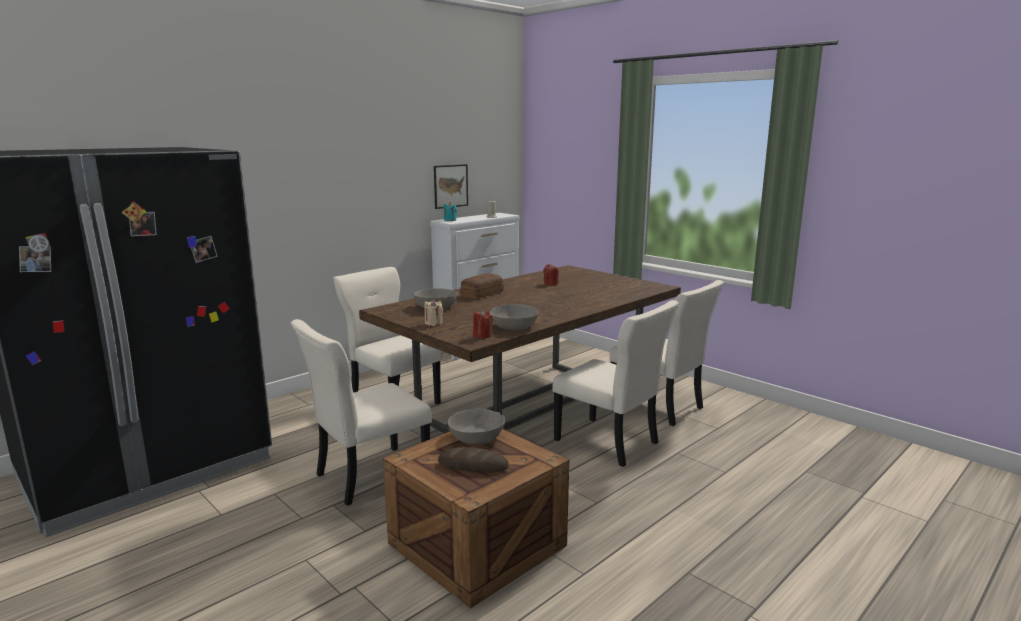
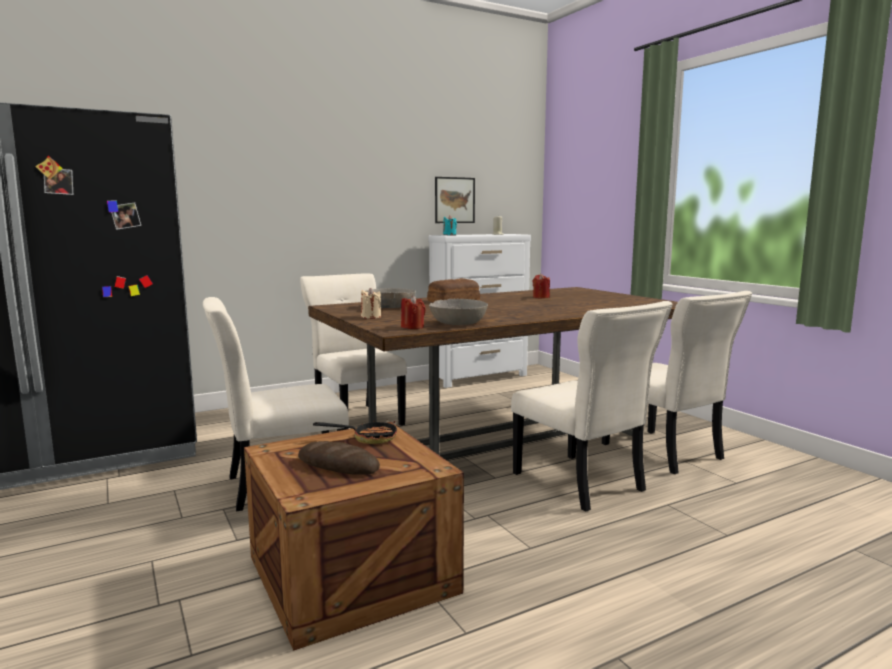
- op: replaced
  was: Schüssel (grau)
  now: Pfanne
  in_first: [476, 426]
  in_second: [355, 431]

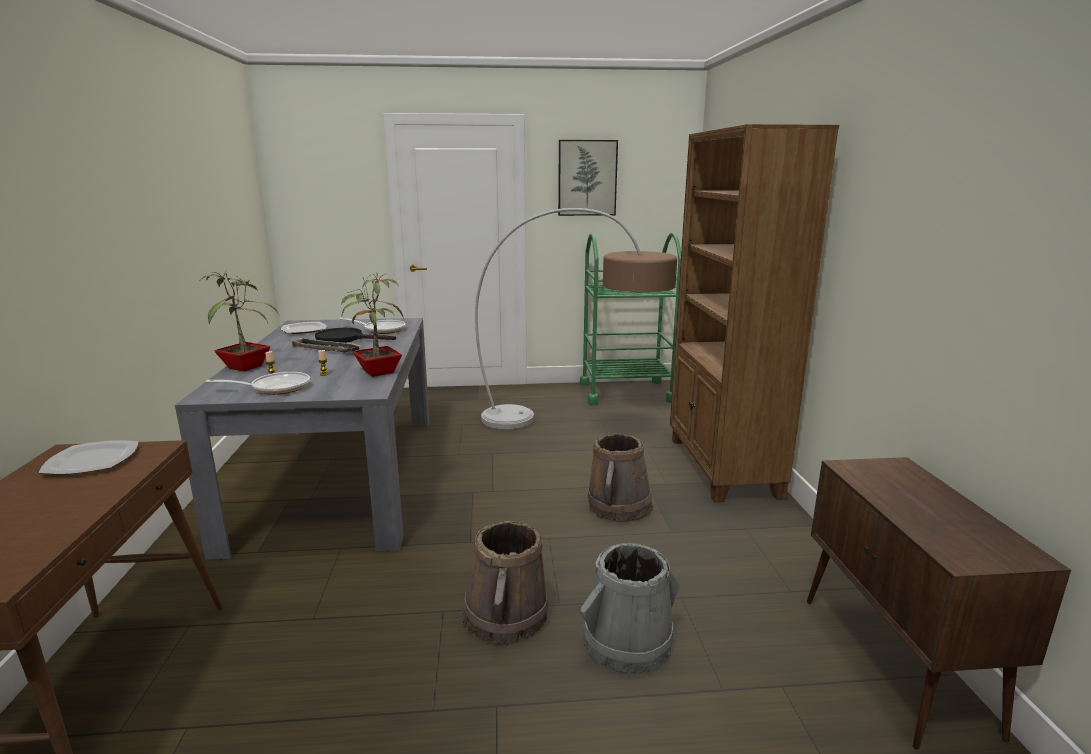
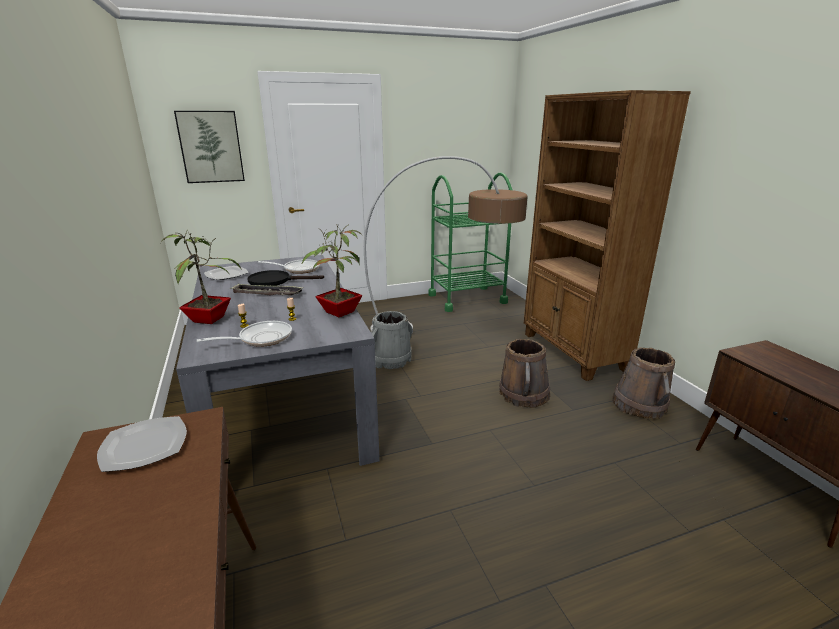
- op: moved
  was: Eimer (braun)
  in_first: [505, 583]
  in_second: [643, 383]
- op: moved
  was: Bild
  in_first: [588, 178]
  in_second: [209, 147]
- op: moved
  was: Eimer (grau)
  in_first: [629, 608]
  in_second: [392, 340]

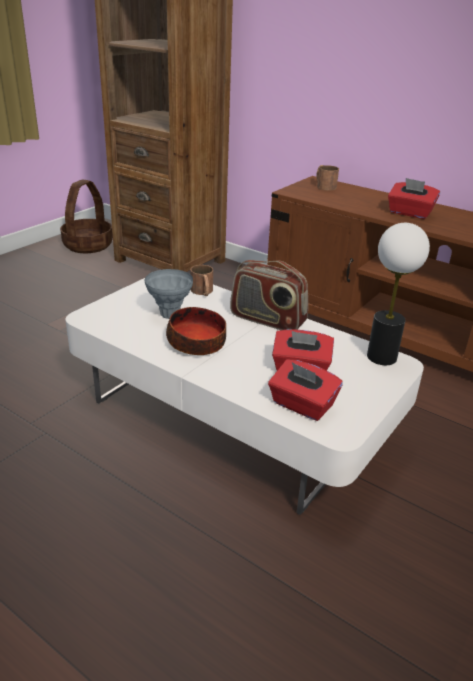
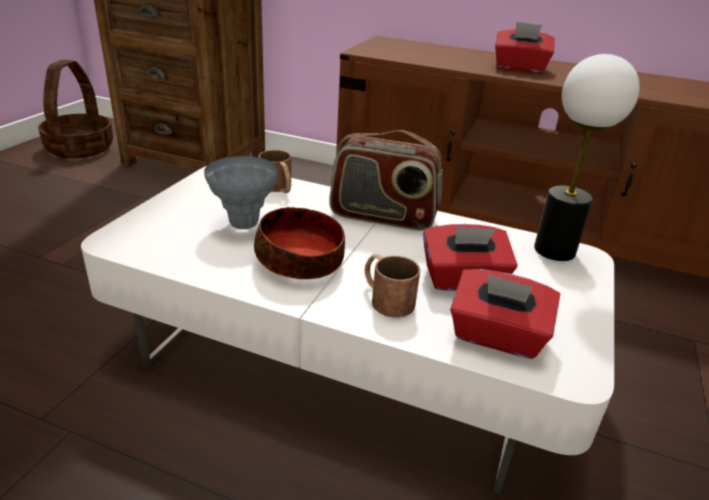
- op: moved
  was: Henkelbecher (braun)
  in_first: [327, 178]
  in_second: [392, 285]

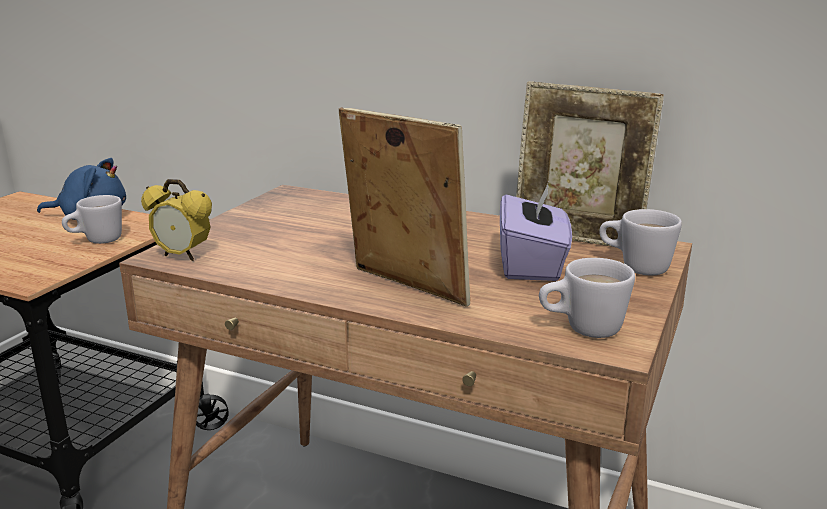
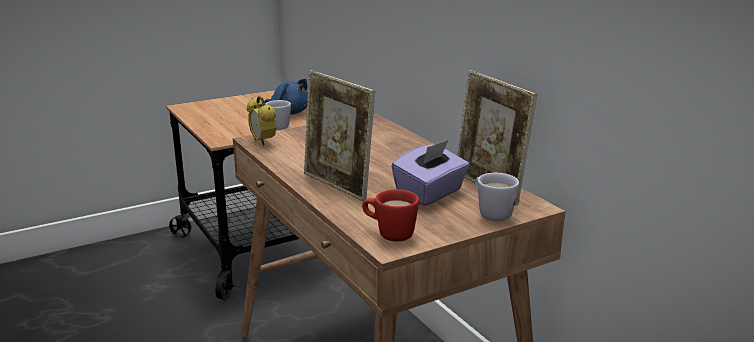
- op: recoloured
  was: Henkelbecher (weiß)
  now: Henkelbecher (rot)
  in_first: [587, 298]
  in_second: [390, 215]
- op: turned
  was: Bilderrahmen
  in_first: [404, 207]
  in_second: [339, 135]
  clockwise: 150

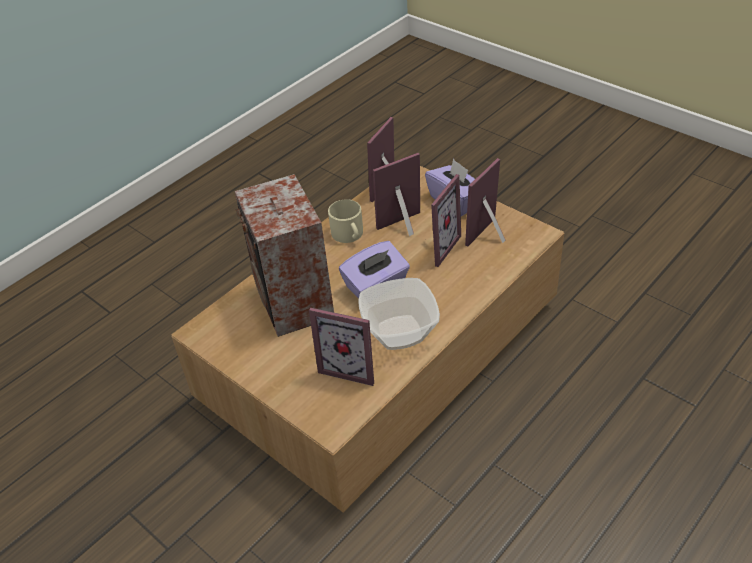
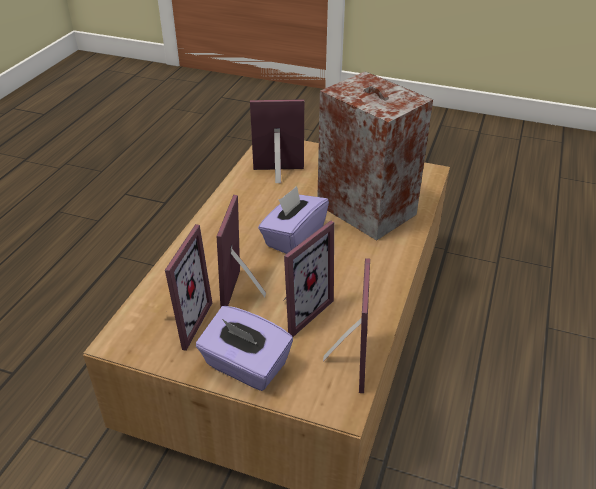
- op: removed
  was: Henkelbecher (beige)
  in_first: [345, 221]
- op: removed
  was: Schüssel
  in_first: [399, 314]

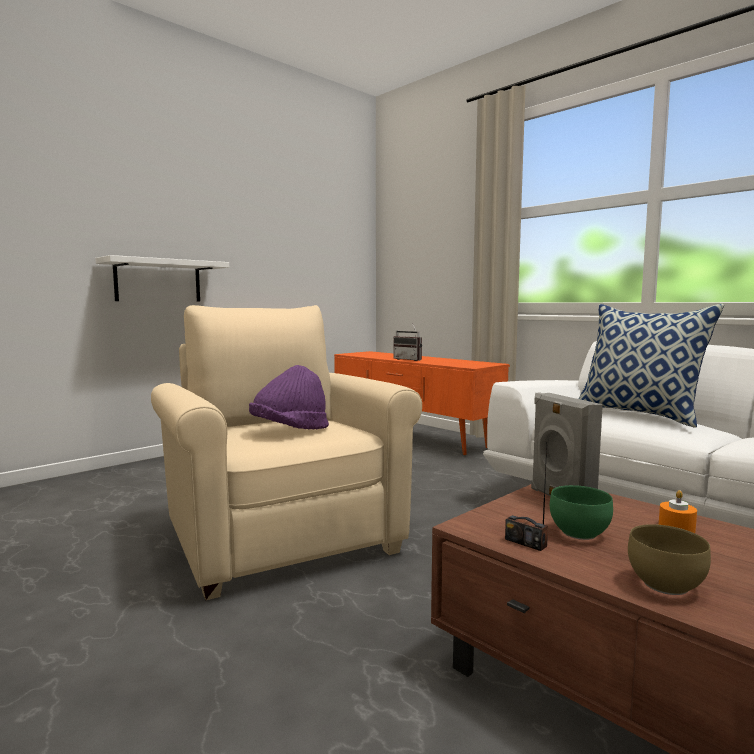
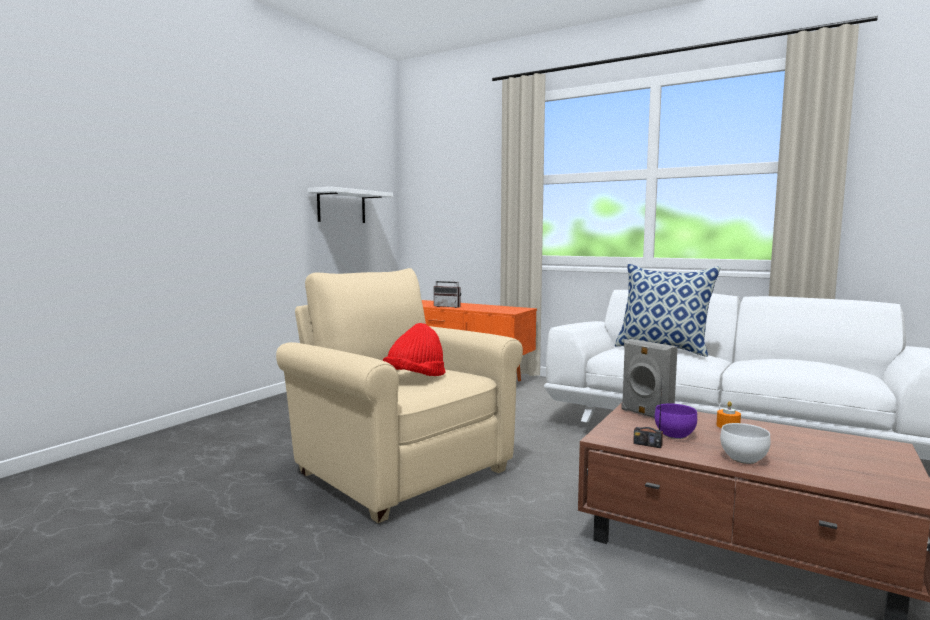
- op: moved
  was: Wandregal (weiß)
  in_first: [162, 278]
  in_second: [350, 205]
- op: recoloured
  was: Hut (lila)
  now: Hut (rot)
  in_first: [289, 397]
  in_second: [414, 349]
- op: recoloured
  was: Schüssel (grün)
  now: Schüssel (lila)
  in_first: [581, 512]
  in_second: [676, 421]
- op: recoloured
  was: Schüssel (braun)
  now: Schüssel (weiß)
  in_first: [669, 559]
  in_second: [745, 443]

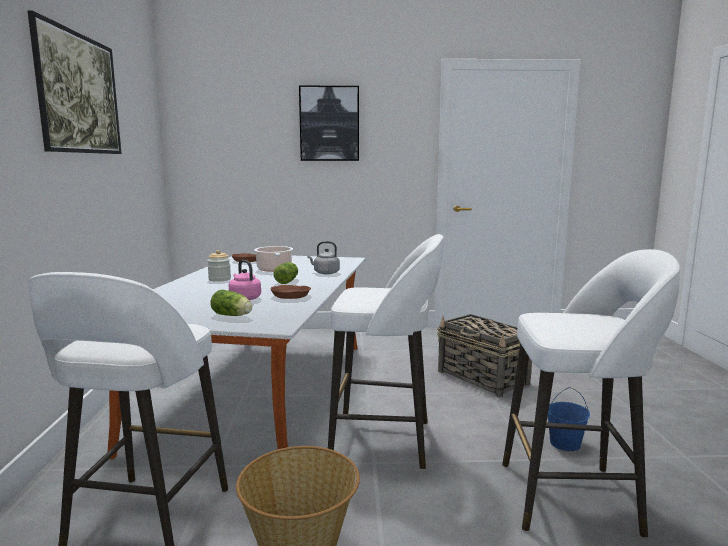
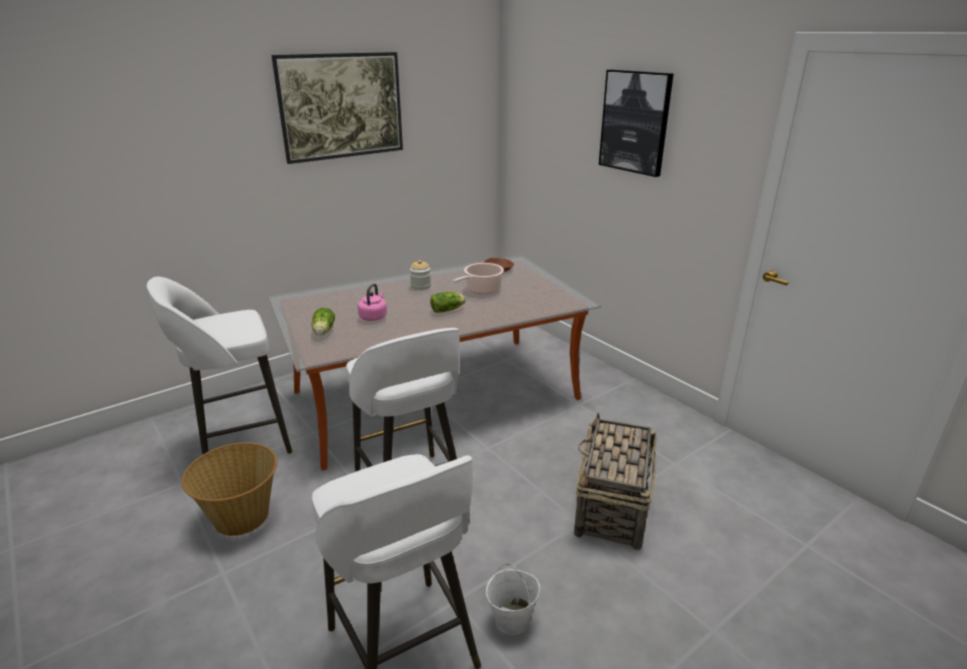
- op: removed
  was: Schüssel (braun)
  in_first: [291, 292]
- op: removed
  was: Wasserkessel (grau)
  in_first: [323, 258]
- op: recoloured
  was: Eimer (blau)
  now: Eimer (weiß)
  in_first: [569, 419]
  in_second: [513, 599]

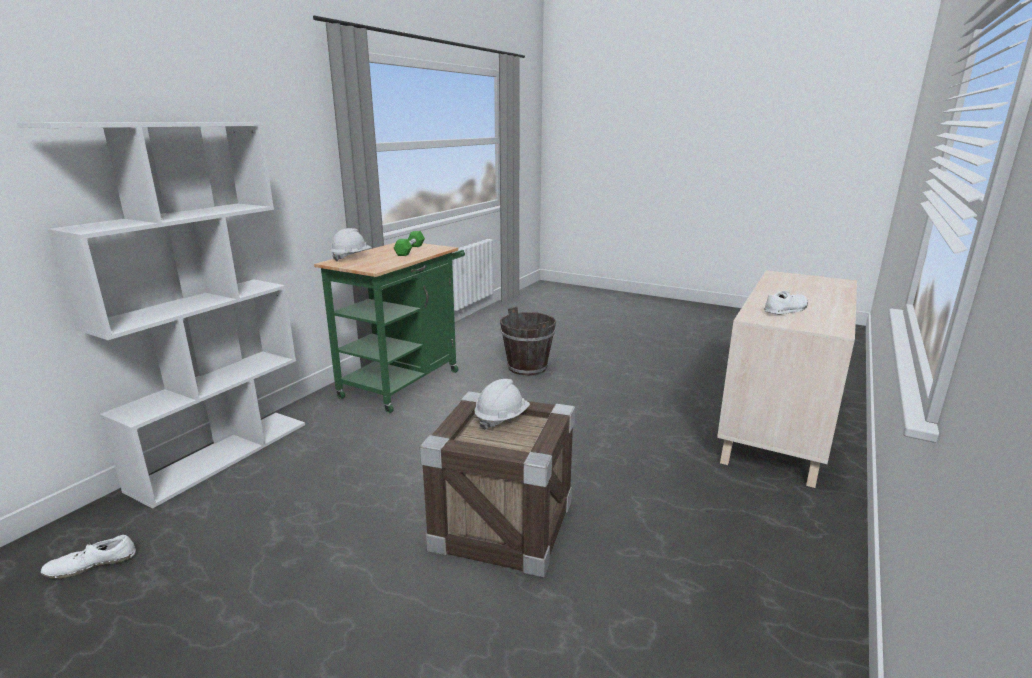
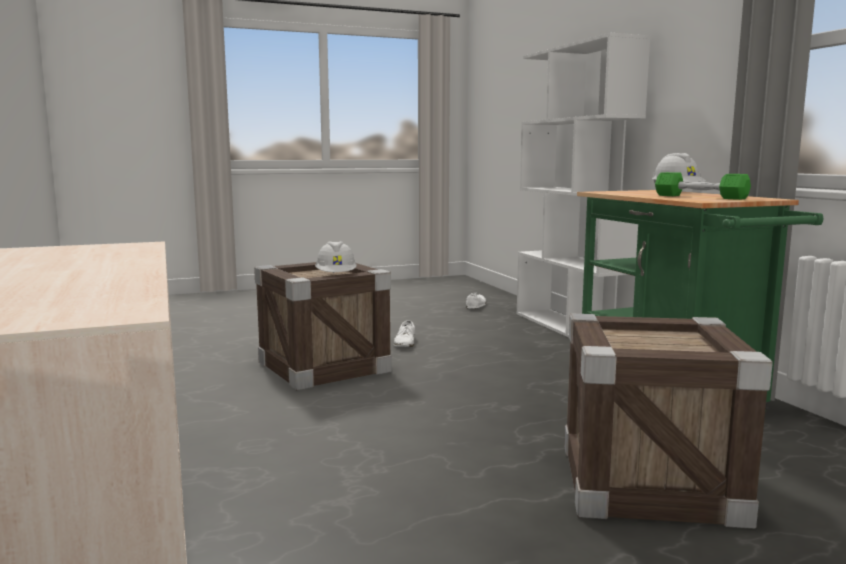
- op: moved
  was: Schuh (weiß)
  in_first: [786, 303]
  in_second: [404, 333]
- op: replaced
  was: Eimer (braun)
  now: Kiste
  in_first: [528, 341]
  in_second: [668, 421]

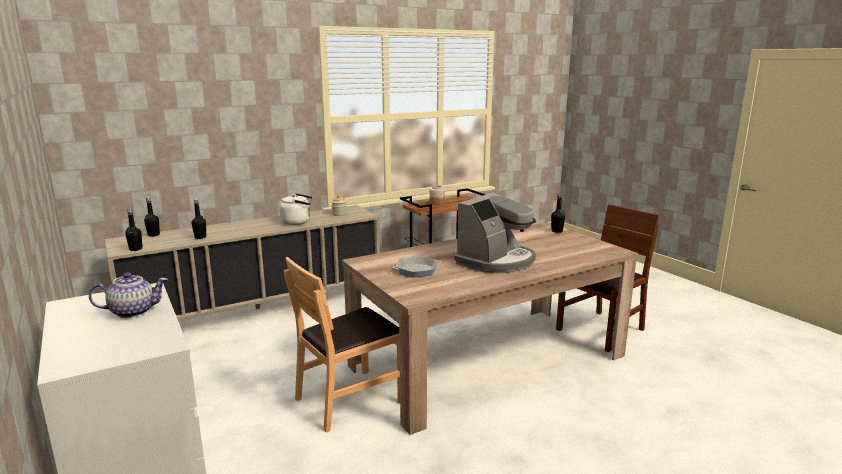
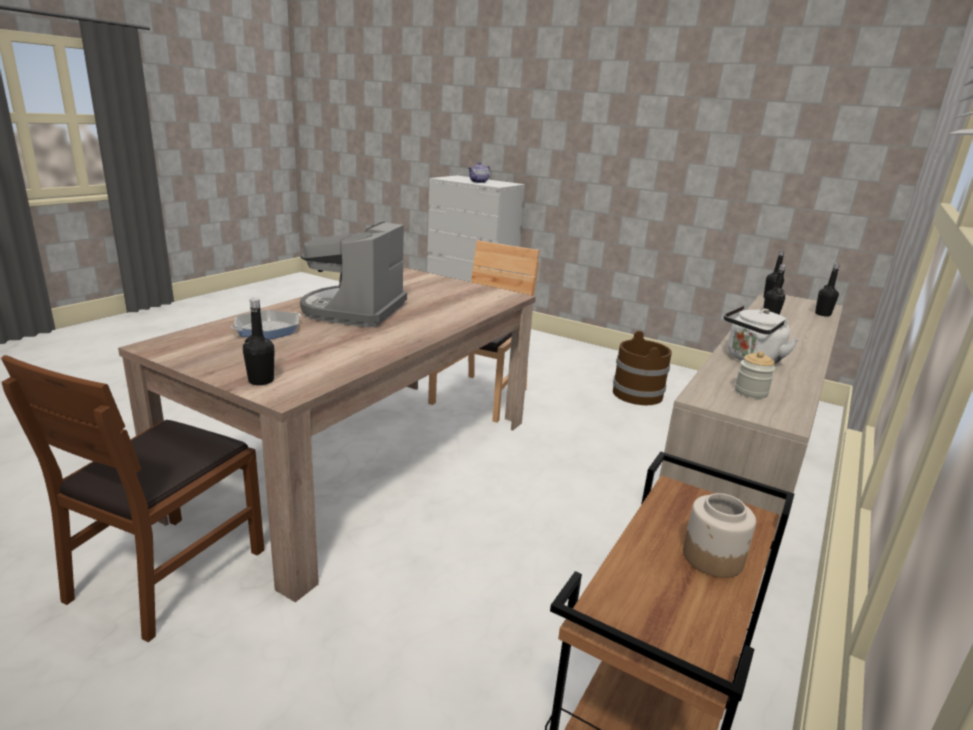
- op: added
  now: Eimer (braun)
  in_second: [642, 368]
- op: moved
  was: Pfanne
  in_first: [417, 266]
  in_second: [265, 325]

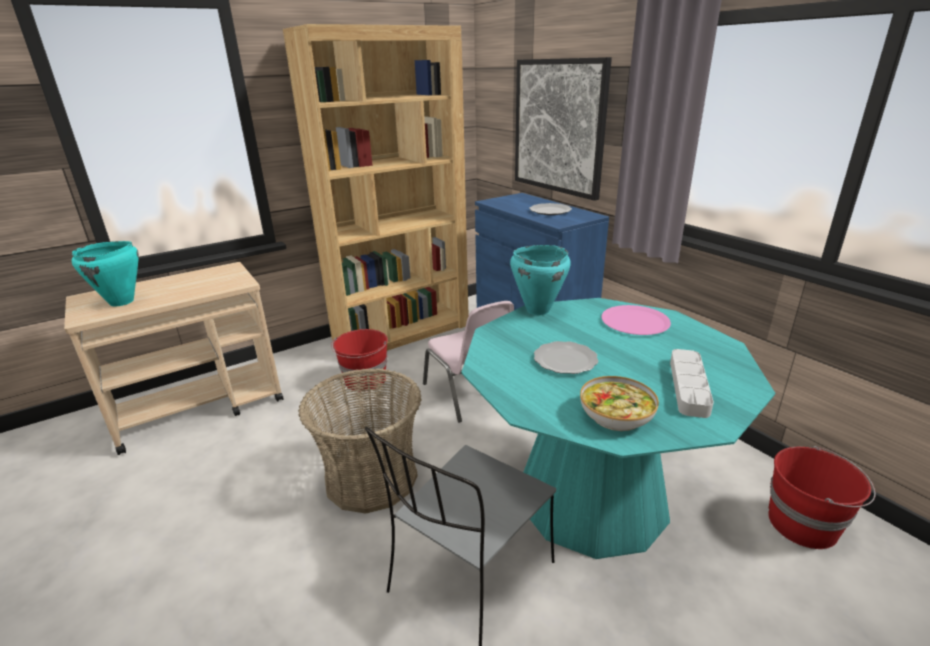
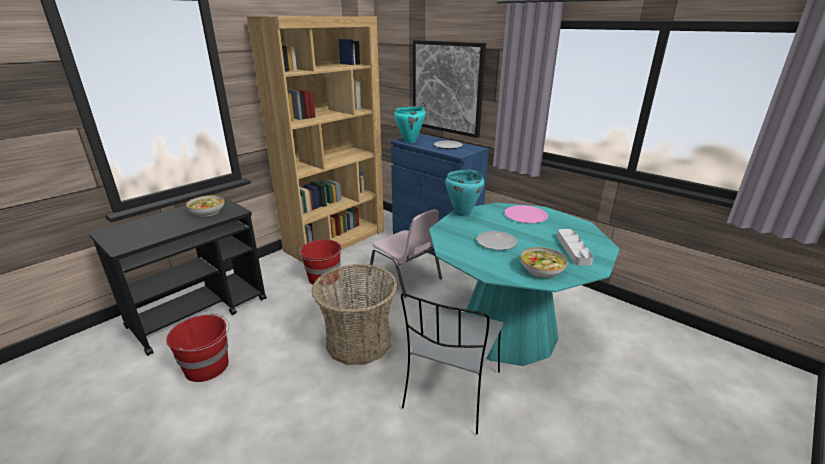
- op: added
  now: Schüssel
  in_second: [205, 206]
- op: moved
  was: Kochtopf (türkis)
  in_first: [105, 273]
  in_second: [410, 124]
- op: moved
  was: Eimer (rot)
  in_first: [822, 497]
  in_second: [197, 347]
- op: recoloured
  was: Rollwagen (beige)
  now: Rollwagen (schwarz)
  in_first: [173, 358]
  in_second: [178, 276]

